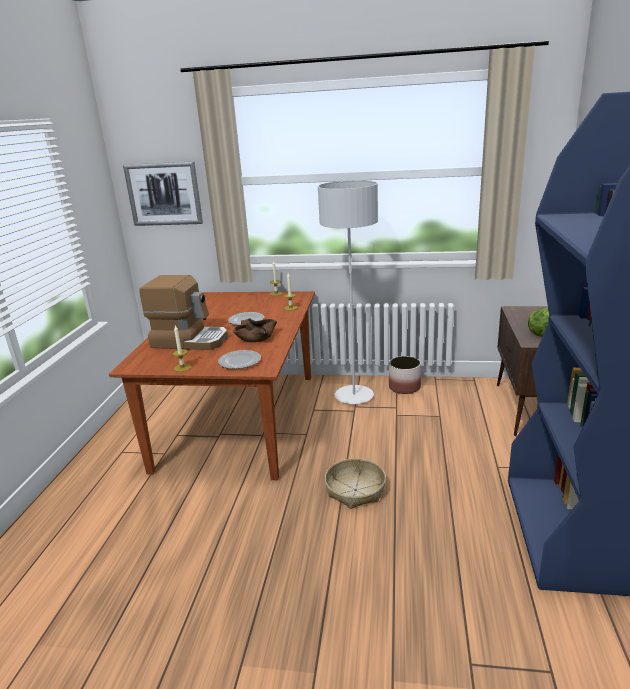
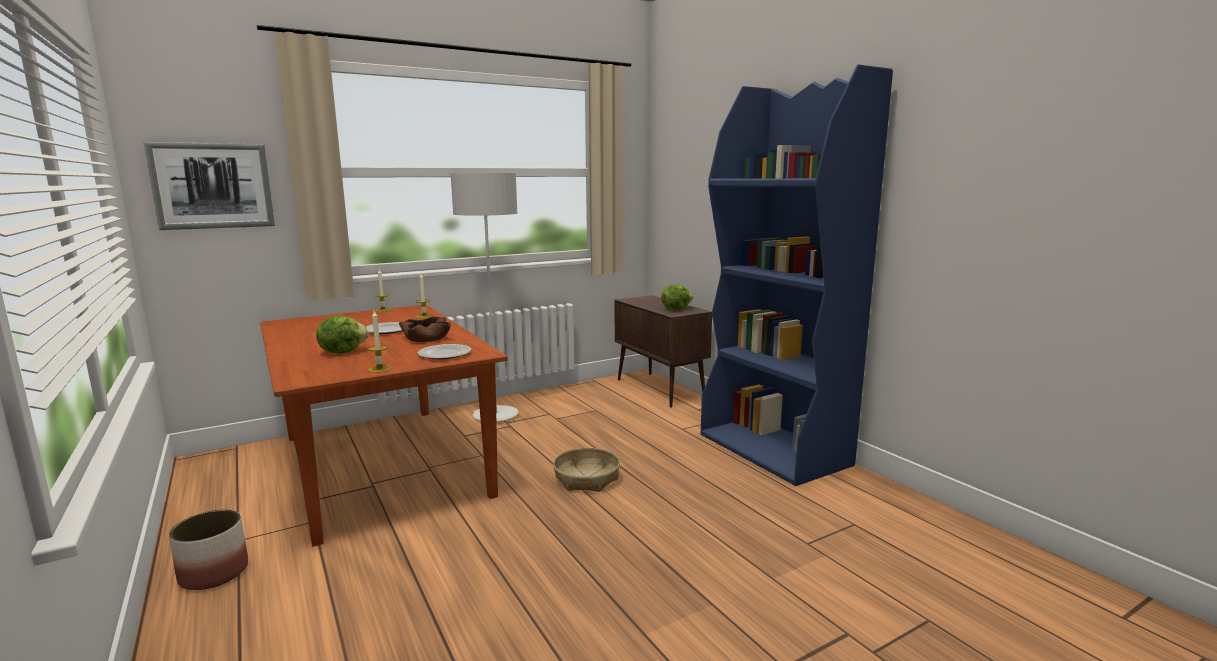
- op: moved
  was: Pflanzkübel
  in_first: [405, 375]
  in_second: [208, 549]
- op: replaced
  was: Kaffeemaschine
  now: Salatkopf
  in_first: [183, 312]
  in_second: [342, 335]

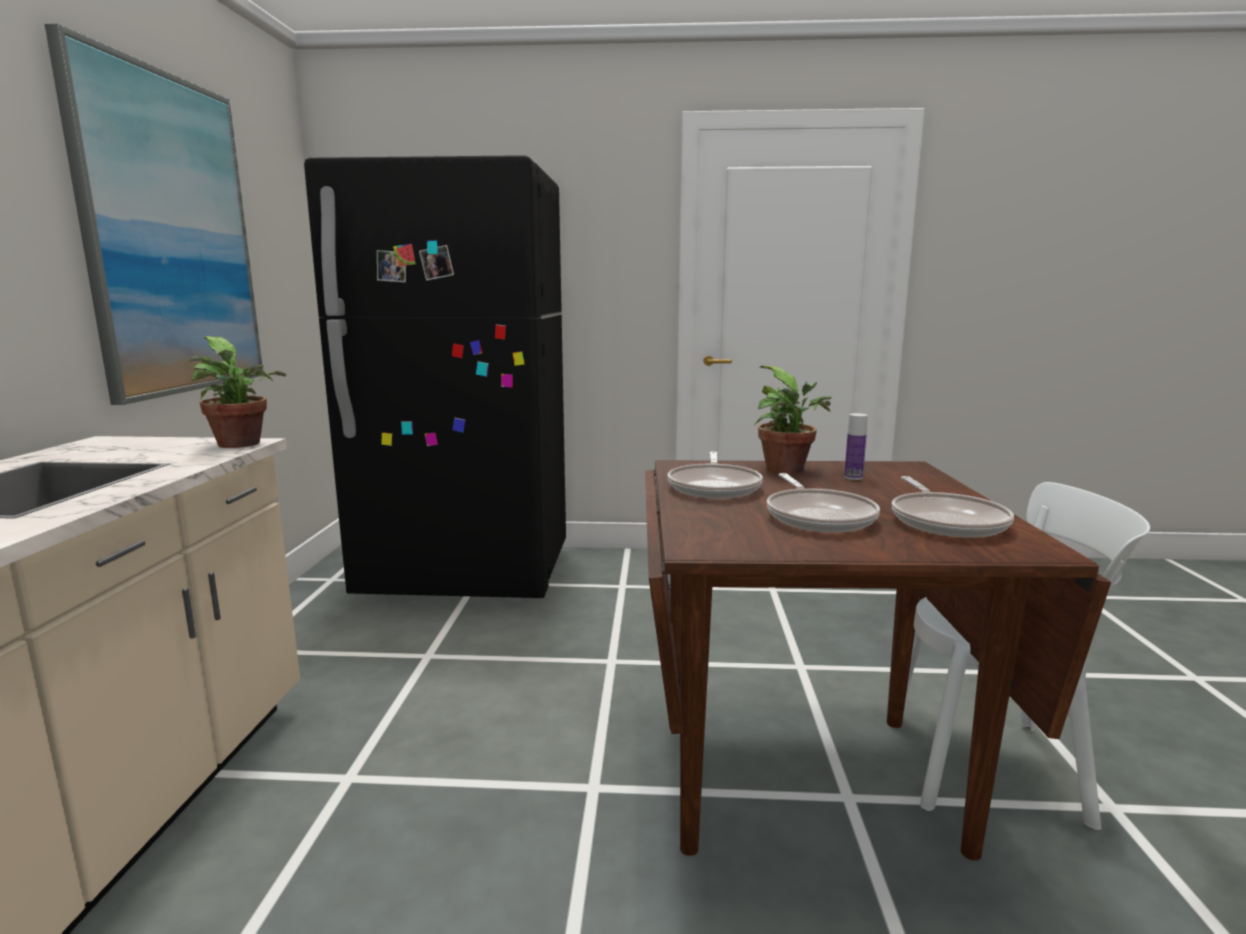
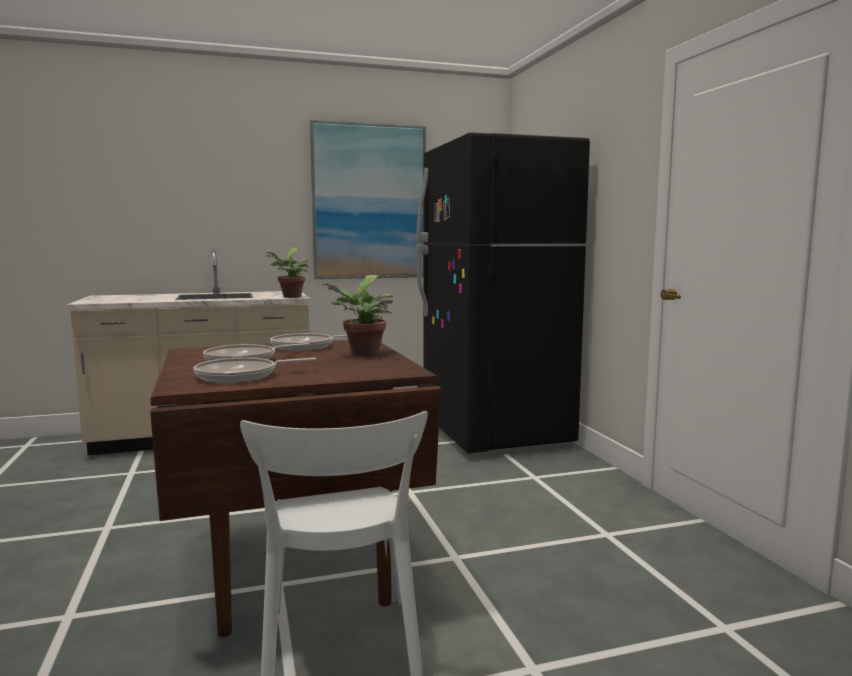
- op: removed
  was: Flasche
  in_first: [856, 446]

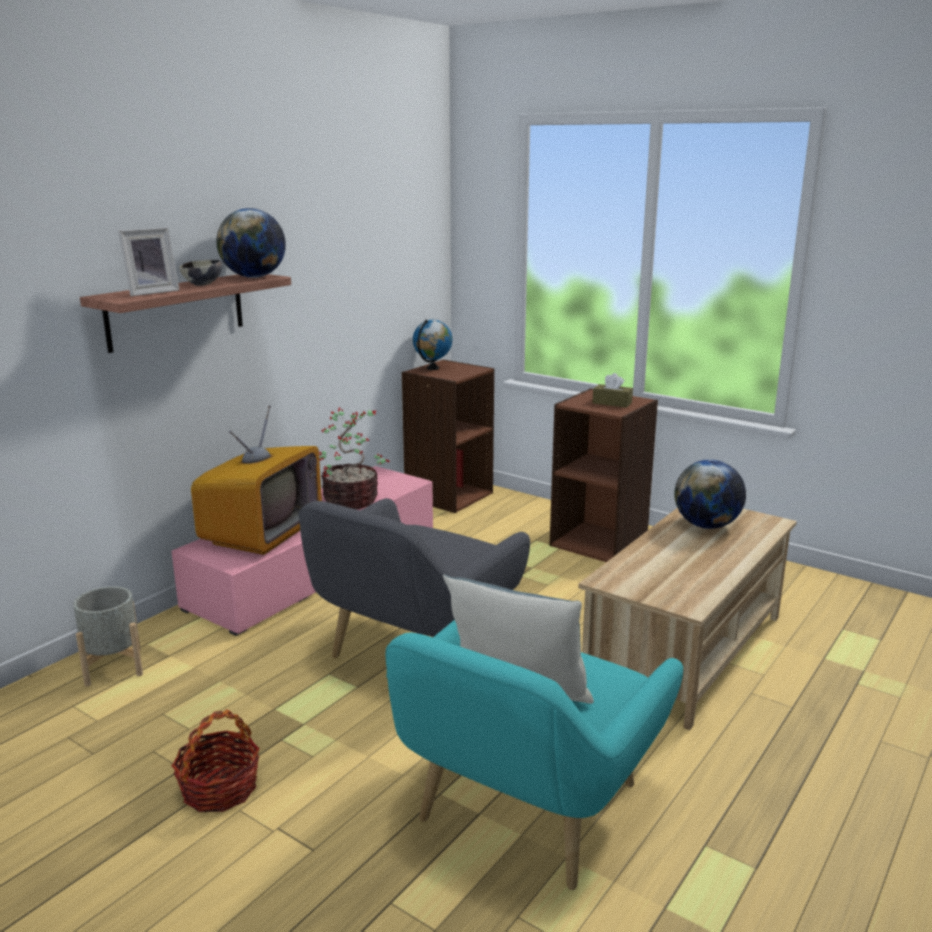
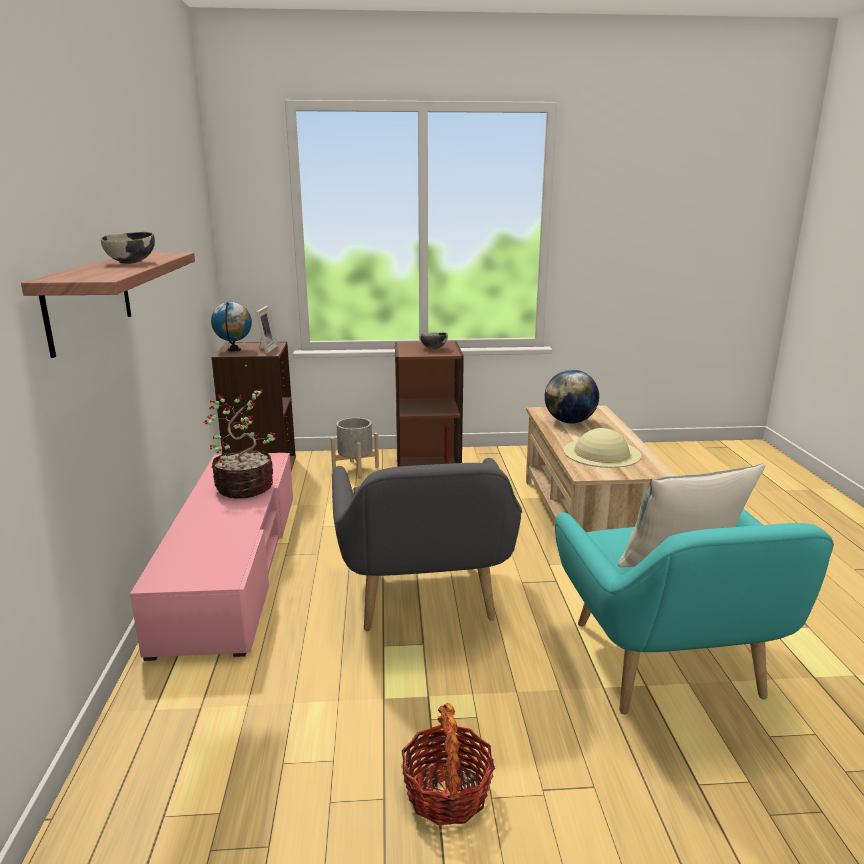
- op: removed
  was: Fernseher
  in_first: [256, 480]
- op: removed
  was: Globus
  in_first: [251, 243]
- op: added
  now: Hut (beige)
  in_second: [602, 448]
- op: moved
  was: Pflanzkübel (grau)
  in_first: [108, 636]
  in_second: [355, 448]
- op: moved
  was: Bilderrahmen
  in_first: [149, 261]
  in_second: [267, 330]
- op: replaced
  was: Taschentuchbox (braun)
  now: Schüssel
  in_first: [612, 390]
  in_second: [433, 340]

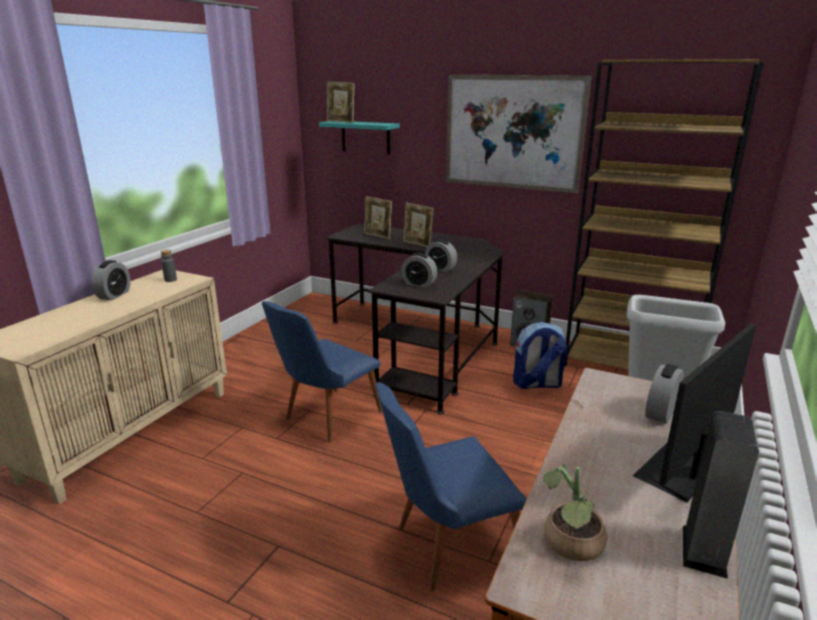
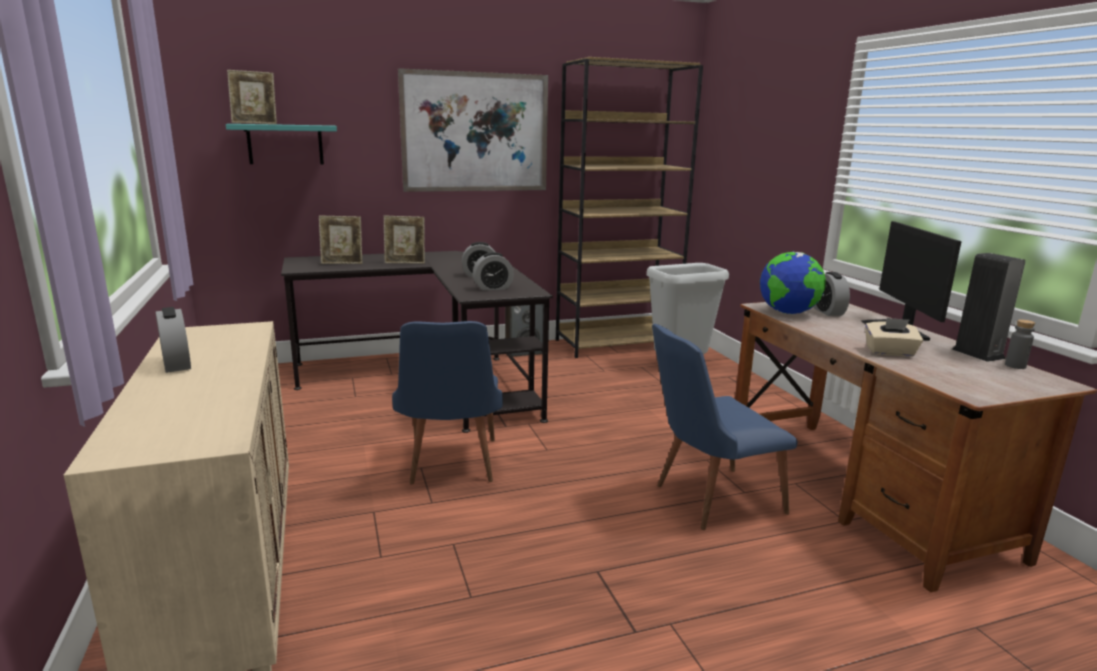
- op: removed
  was: Rucksack
  in_first: [540, 355]
- op: removed
  was: Topfpflanze
  in_first: [575, 512]
- op: added
  now: Globus
  in_second: [793, 283]
- op: added
  now: Taschentuchbox (beige)
  in_second: [894, 337]
- op: moved
  was: Flasche (grau)
  in_first: [169, 266]
  in_second: [1020, 344]
- op: turned
  was: Stuhl (blau)
  in_first: [451, 487]
  in_second: [725, 427]
  clockwise: 45

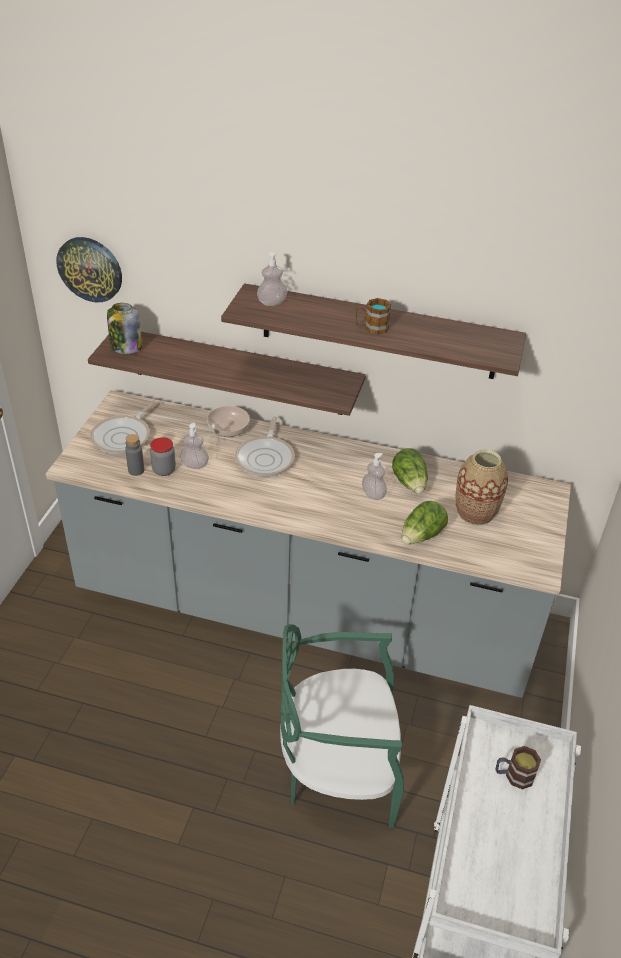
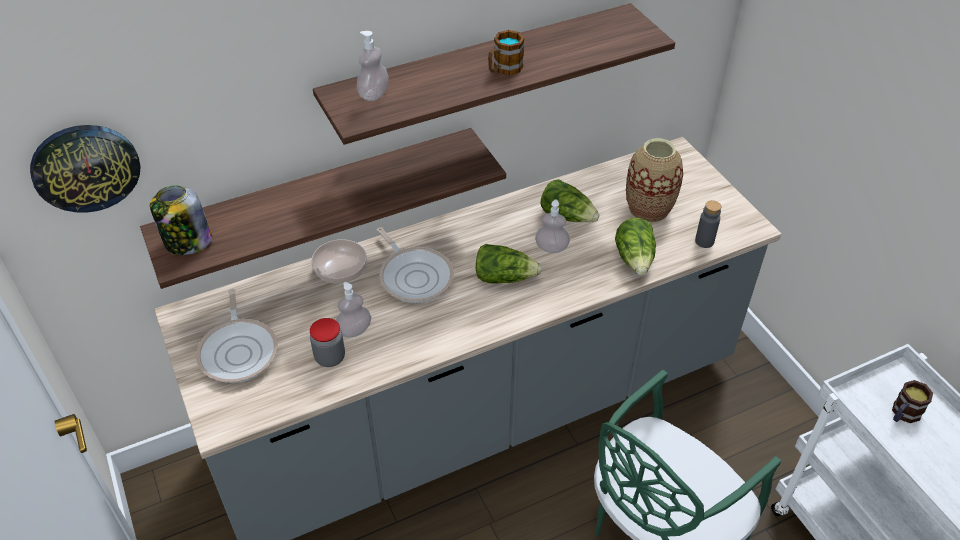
- op: added
  now: Salatkopf
  in_second: [509, 264]
- op: moved
  was: Flasche (grau)
  in_first: [134, 455]
  in_second: [708, 224]

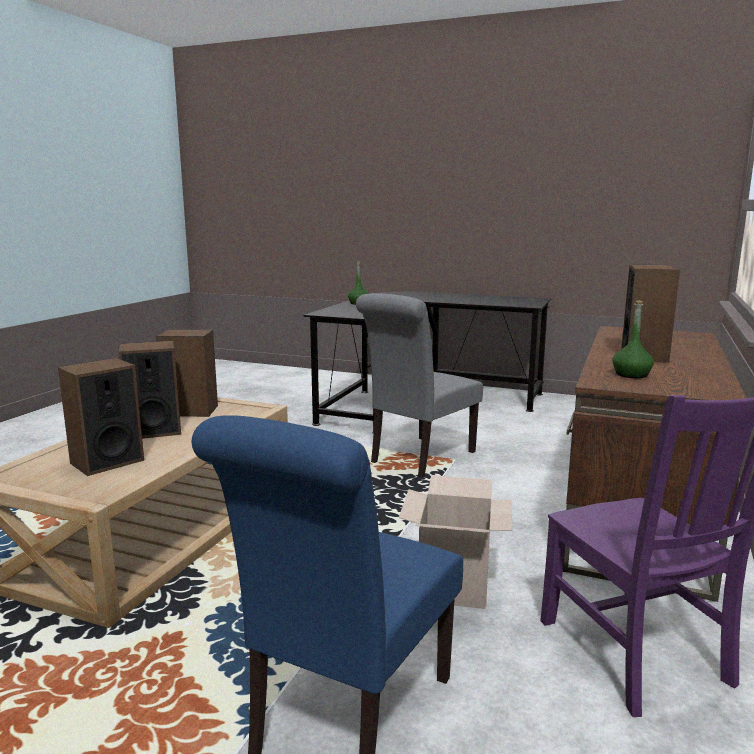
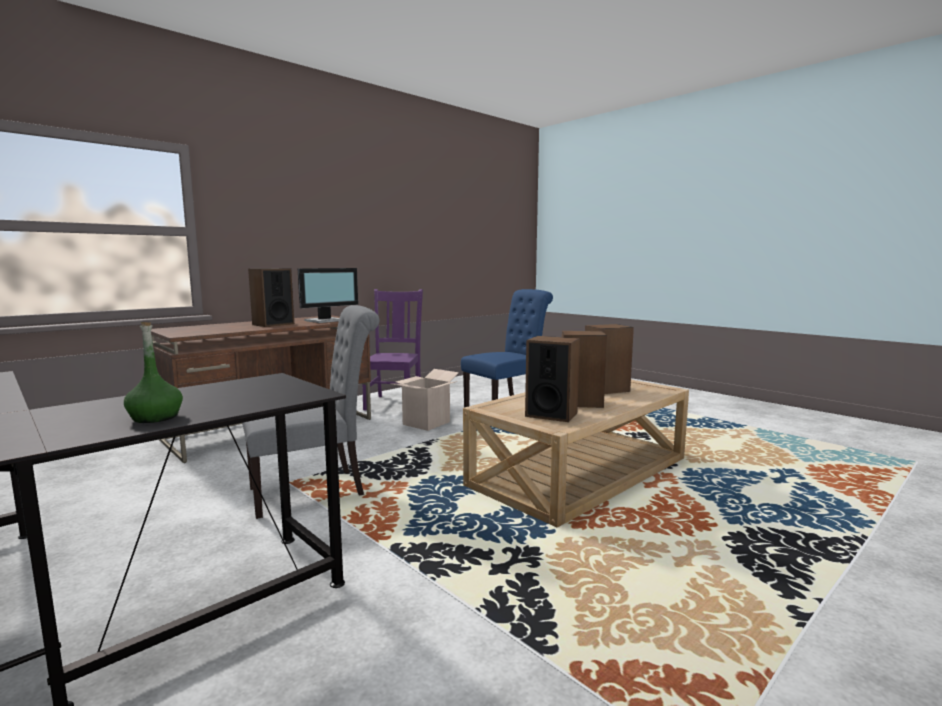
- op: replaced
  was: Flasche (grün)
  now: Monitor
  in_first: [633, 339]
  in_second: [328, 295]

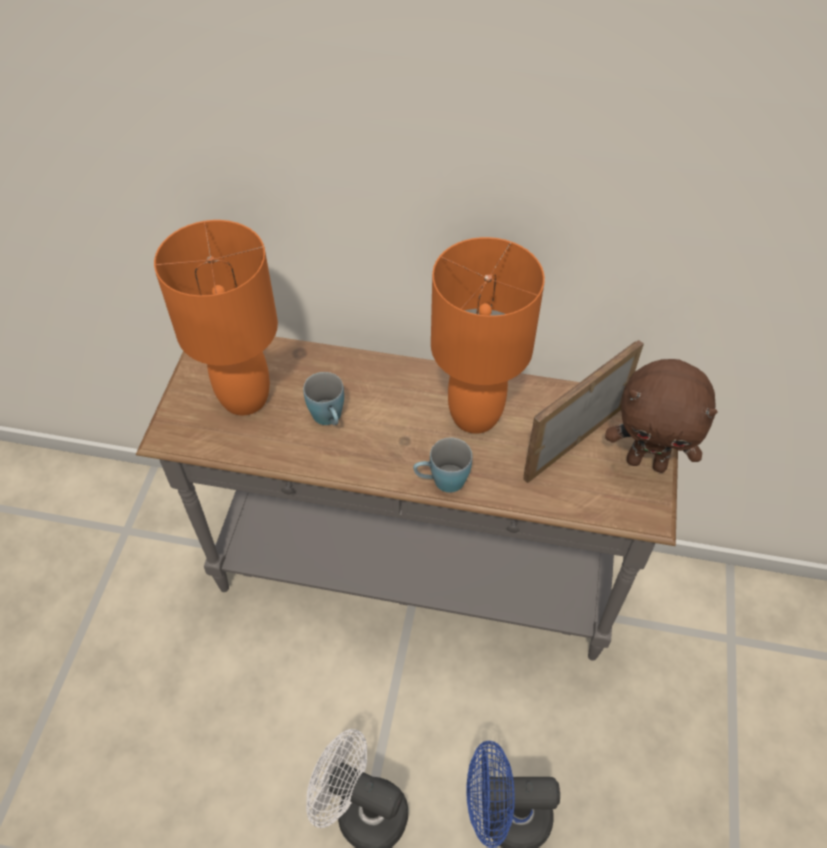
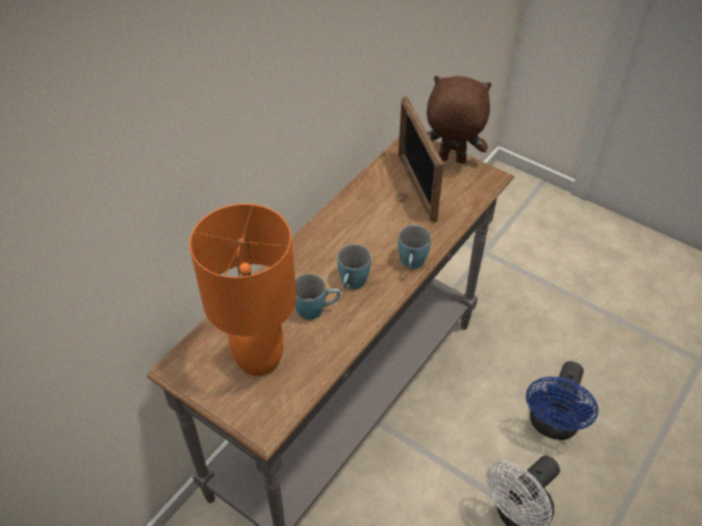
- op: removed
  was: Tischlampe (orange)
  in_first: [488, 335]
- op: added
  now: Henkelbecher (blau)
  in_second: [354, 266]
- op: turned
  was: Plüschtier (braun)
  in_first: [661, 416]
  in_second: [459, 120]
  clockwise: -120

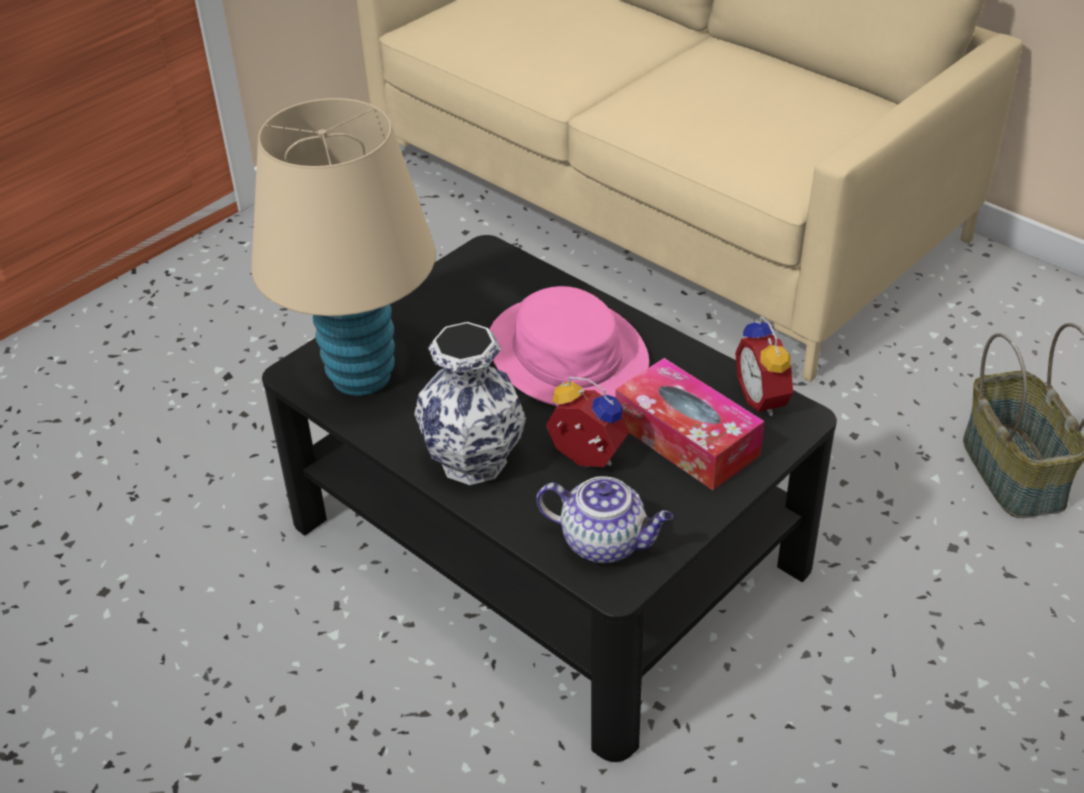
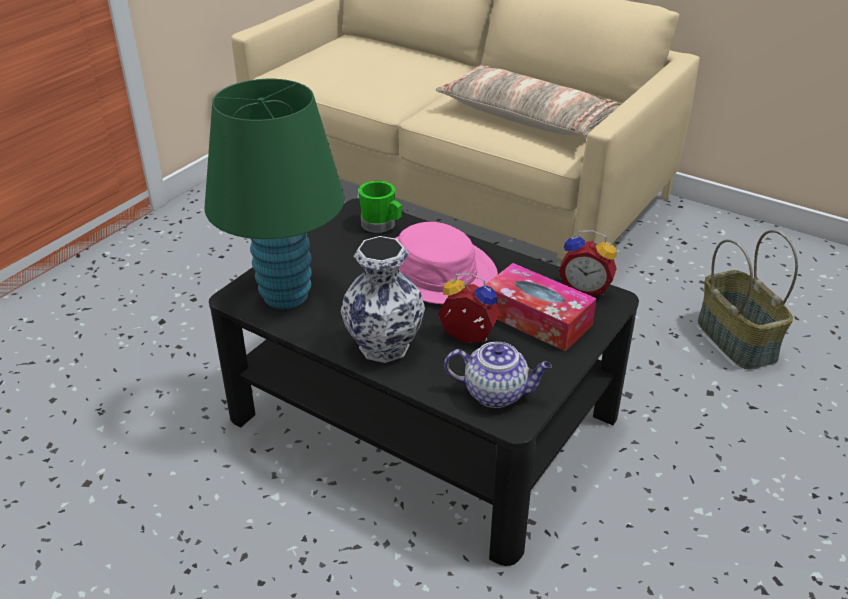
- op: added
  now: Henkelbecher (grün)
  in_second: [380, 207]
- op: added
  now: Kissen
  in_second: [528, 100]
- op: recoloured
  was: Tischlampe (beige)
  now: Tischlampe (grün)
  in_first: [344, 247]
  in_second: [274, 194]
- op: turned
  was: Wecker
  in_first: [767, 366]
  in_second: [588, 263]
  clockwise: -45

